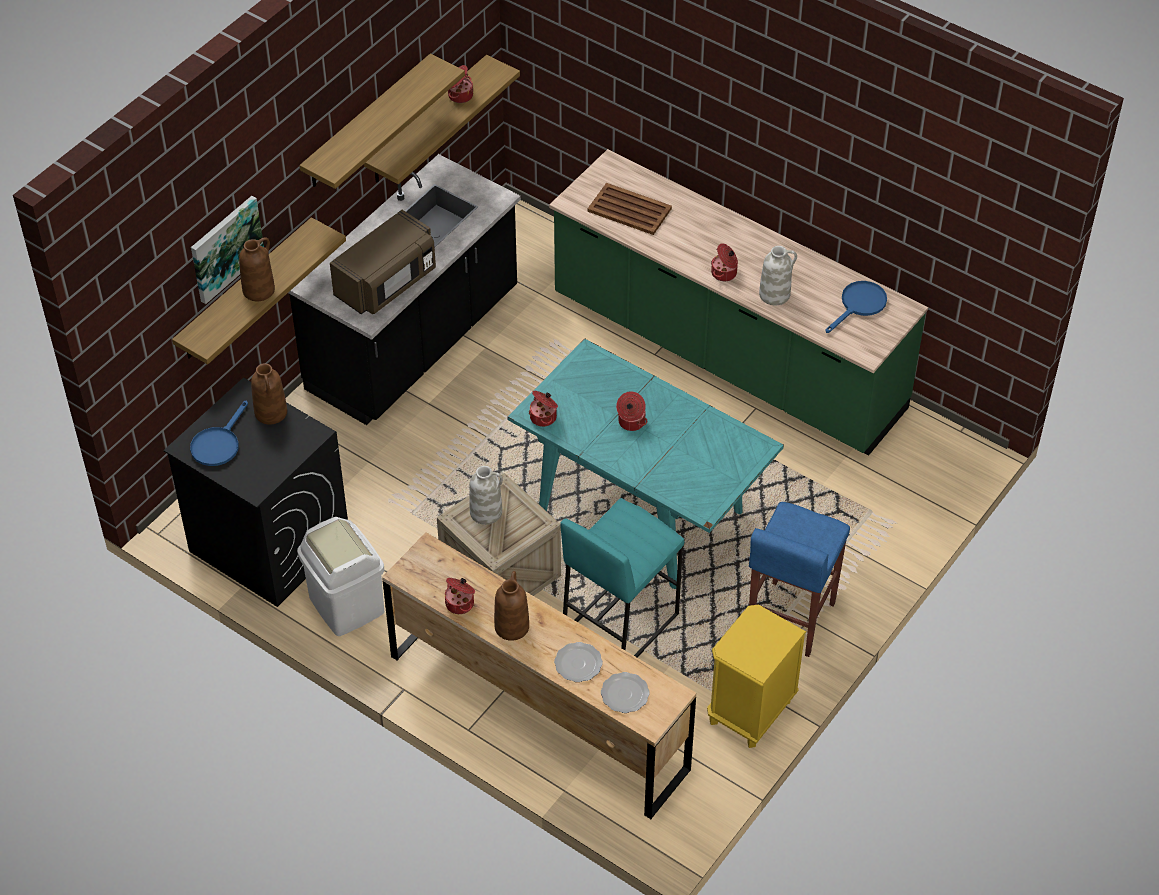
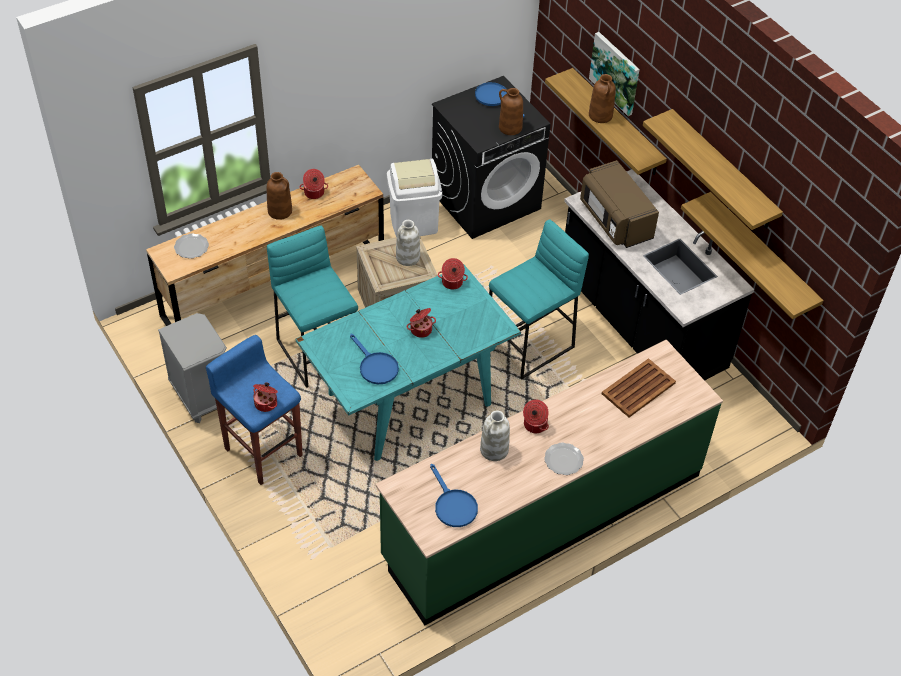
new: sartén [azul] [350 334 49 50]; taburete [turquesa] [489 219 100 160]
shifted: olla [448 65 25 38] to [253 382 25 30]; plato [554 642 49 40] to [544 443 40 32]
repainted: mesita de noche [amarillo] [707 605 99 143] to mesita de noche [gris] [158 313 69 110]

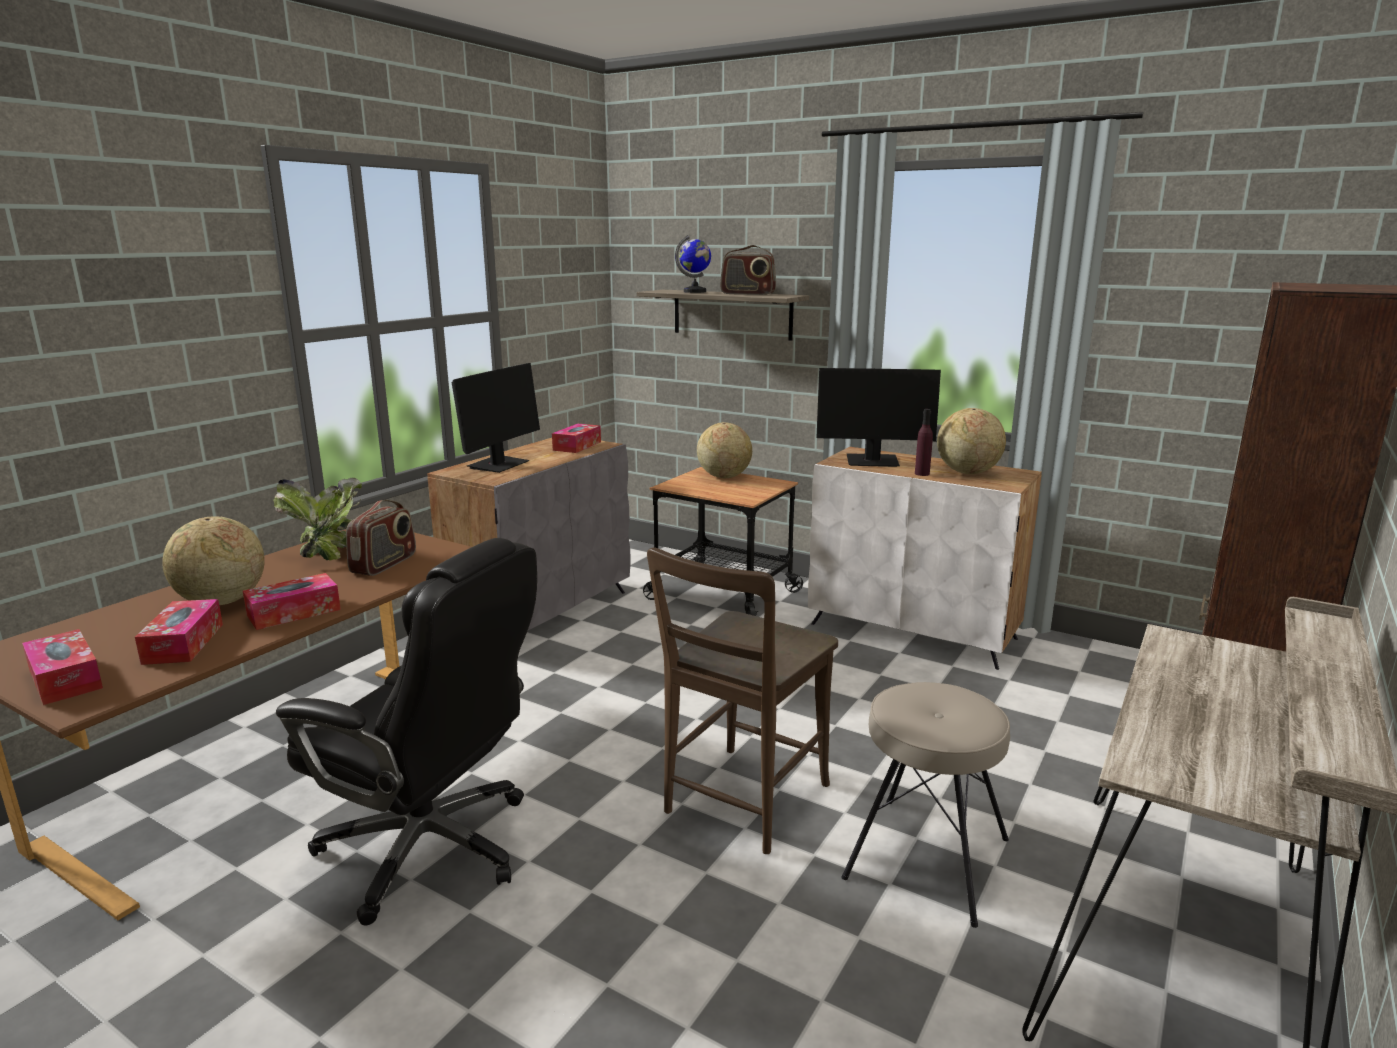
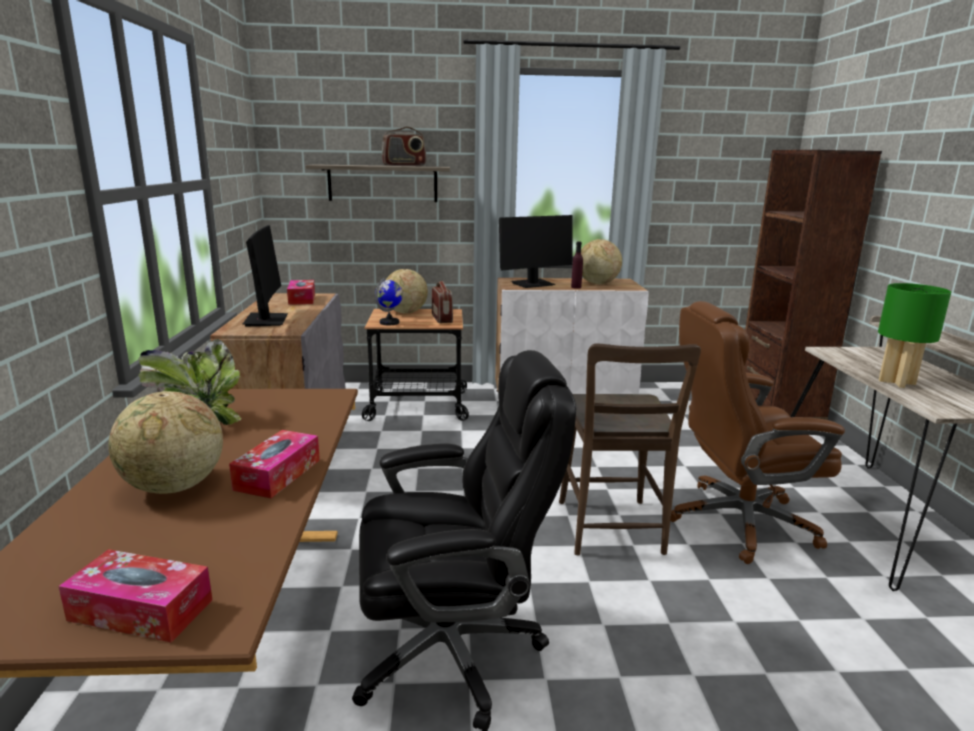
gone: caja de pañuelos [135 599 88 66]
new: lámpara de mesa [verde] [878 283 73 105]
shifted: radio [346 500 70 76] to [432 281 21 42]; globo terráqueo [675 235 36 58] to [375 278 28 47]
swapped: taburete [beis] [842 682 168 246] to silla de oficina [marrón] [670 301 175 263]

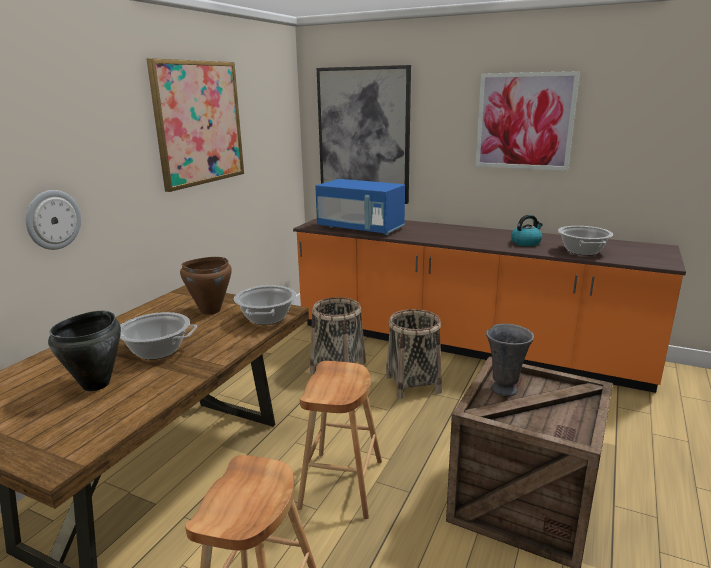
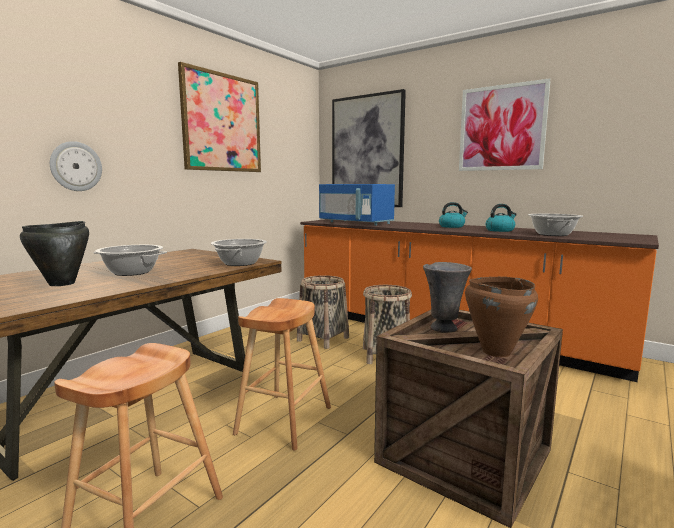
new: hervidor [439 202 29 26]
shifted: olla [marrón] [180 257 52 58] to [465 277 73 80]

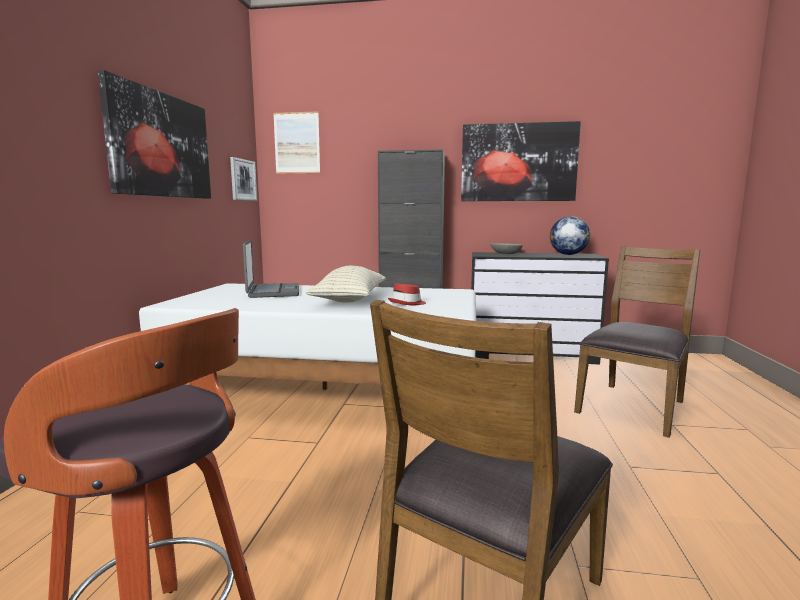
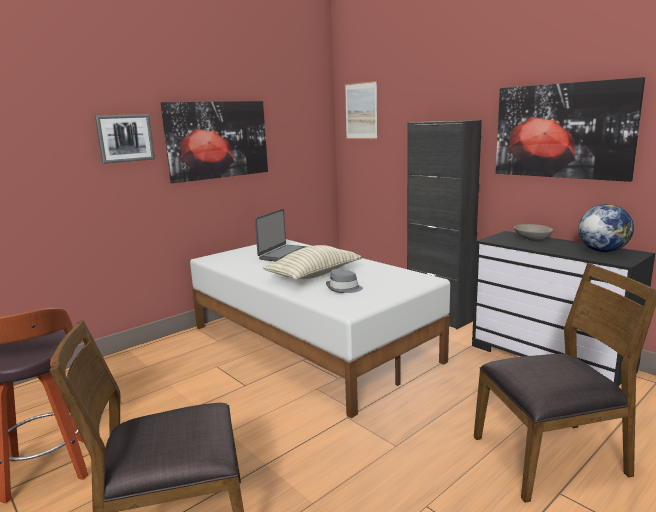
shifted: cuadro [230 157 27 44] to [95 114 60 50]
repainted: sombrero [rojo] [388 283 38 22] to sombrero [gris] [326 269 37 24]

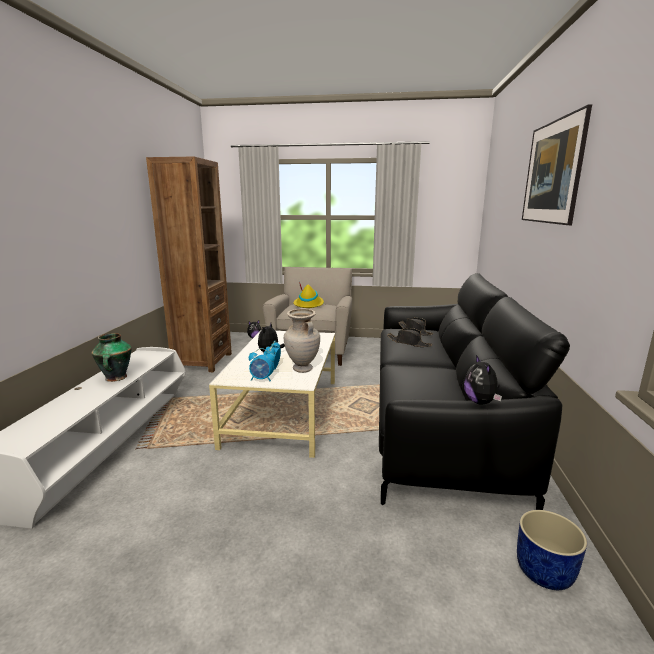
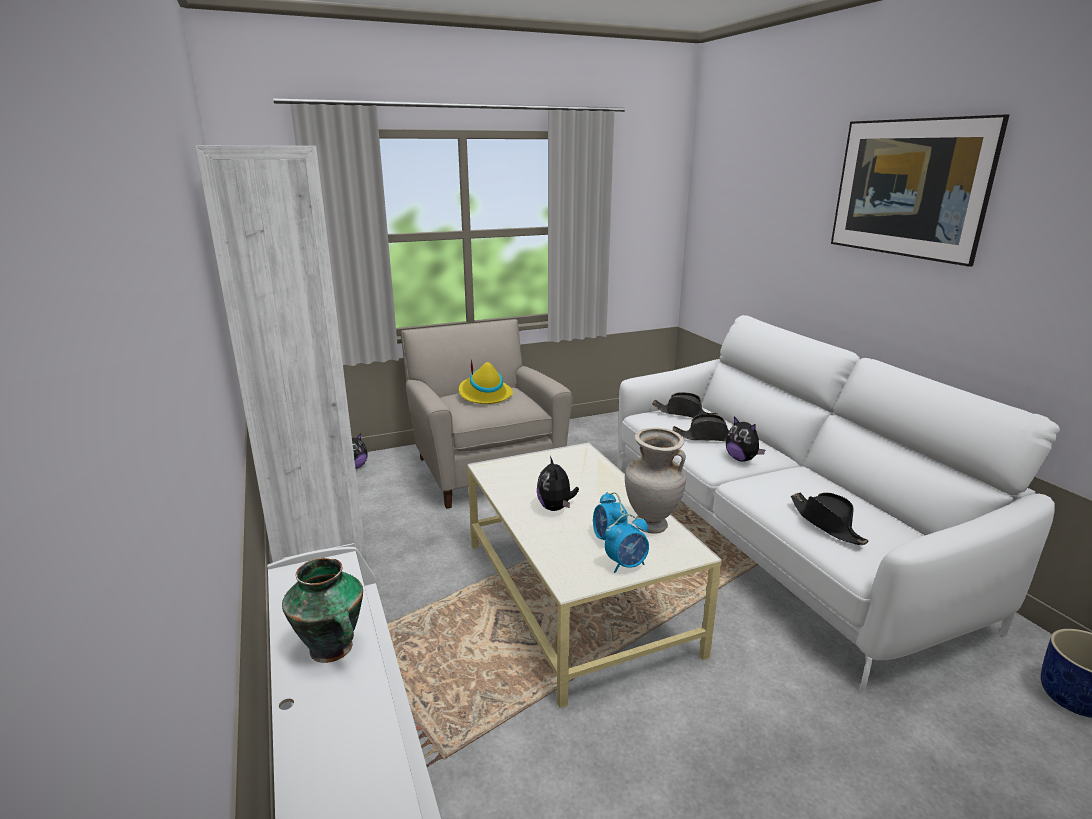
new: sombrero [negro] [791 493 78 52]
shifted: peluche [464 355 38 50] to [726 416 39 46]
repainted: estantería [marrón] [146 157 86 215] to estantería [blanco] [195 146 171 416]; sofá [negro] [379 273 191 237] to sofá [blanco] [617 315 443 378]

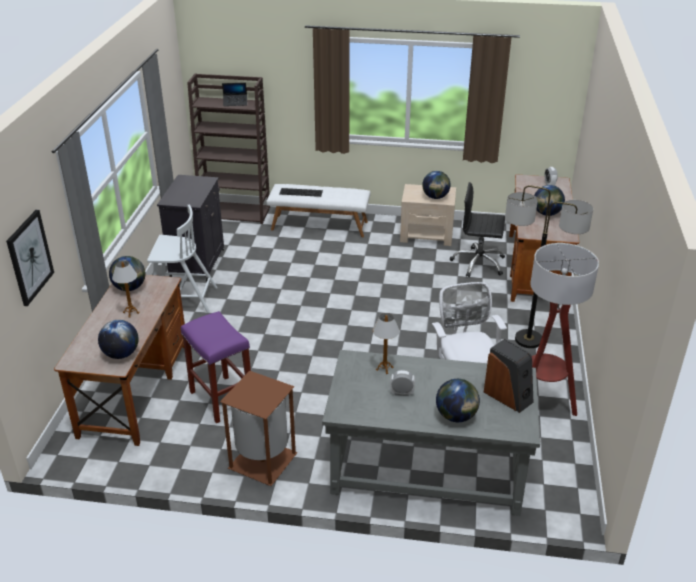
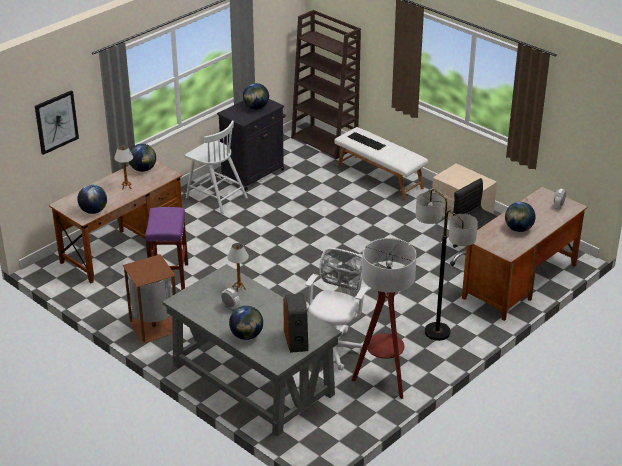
gone: portátil [222 83 25 23]
shifted: globo terráqueo [422 171 29 28] to [243 83 26 26]

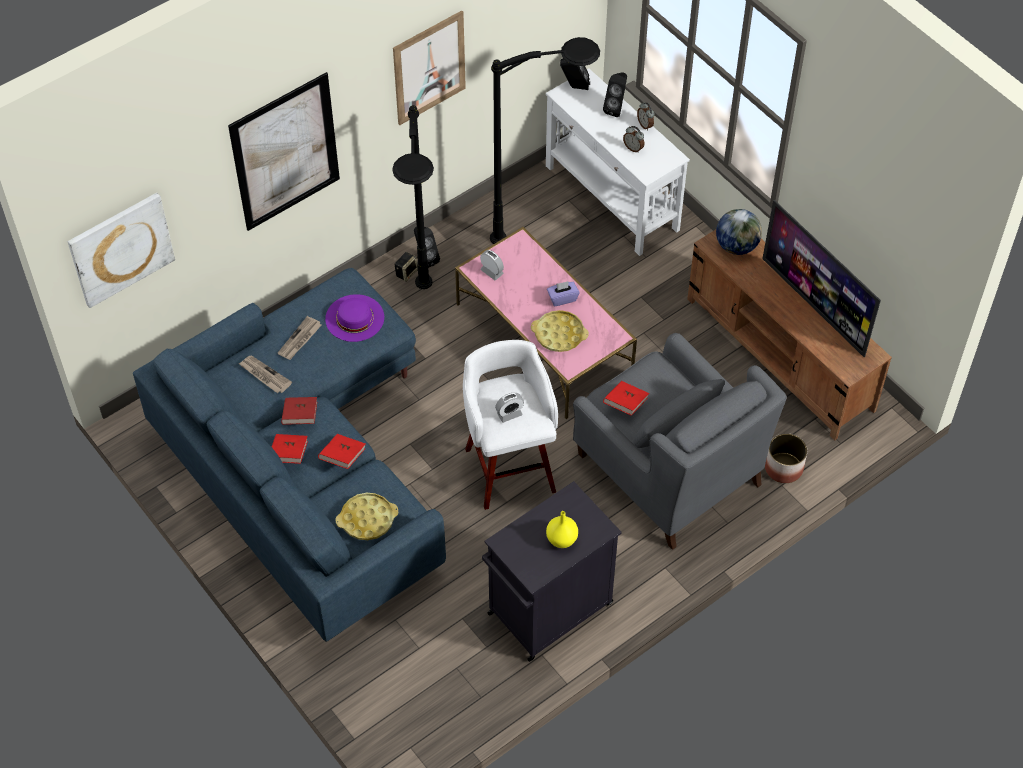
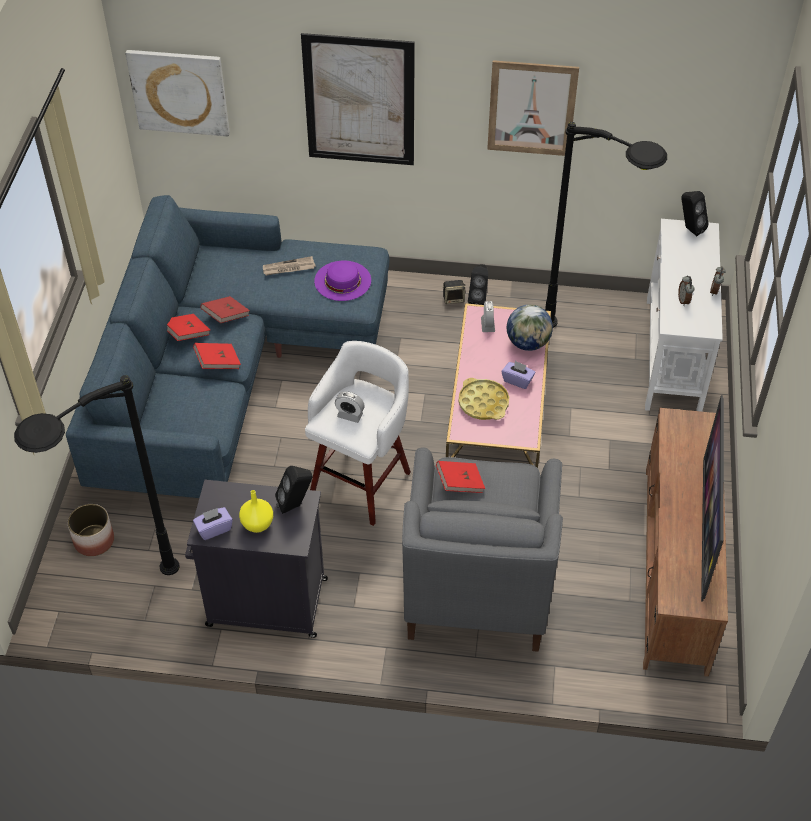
gone: periódico [238 355 54 38]; bandeja [amarillo] [335 493 63 47]
new: caja de pañuelos [morado] [193 507 40 33]
shifted: lámpara de pie [negro] [392 105 42 184] to [14 375 166 200]; altavoz [negro] [603 73 24 44] to [275 466 37 48]; globo terráqueo [716 209 46 46] to [507 304 46 47]; maceta [765 433 42 50] to [67 504 47 52]

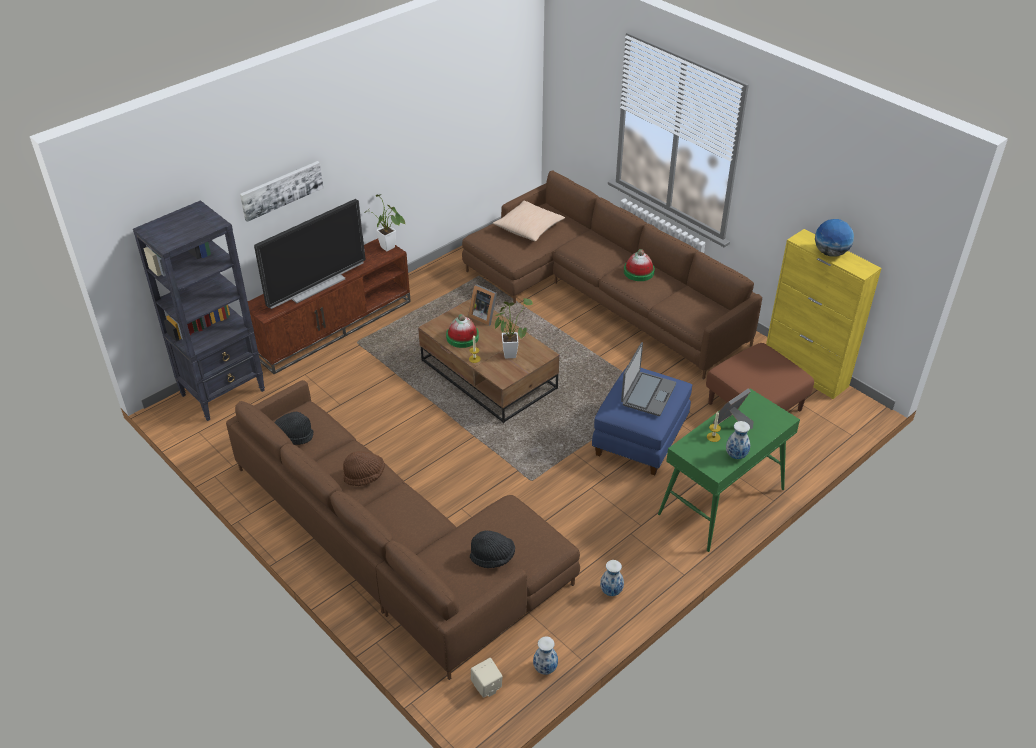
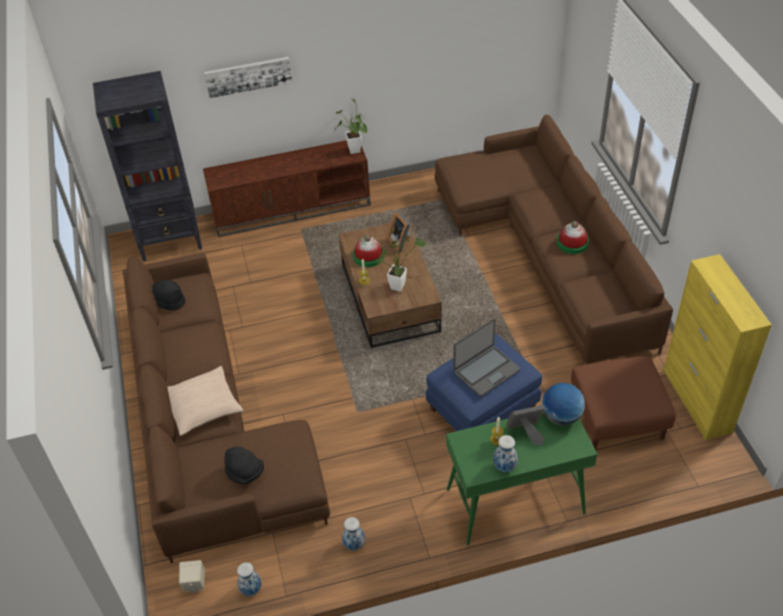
gone: televisor [254 199 111 110]; sombrero [marrón] [343 451 42 35]
shifted: cojín [beis] [493 201 72 40] to [168 366 75 70]; globo terráqueo [815 219 39 38] to [542 383 43 43]

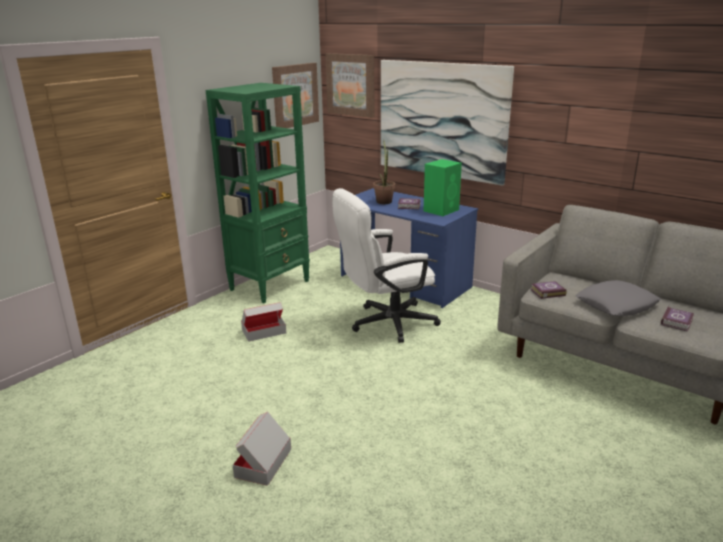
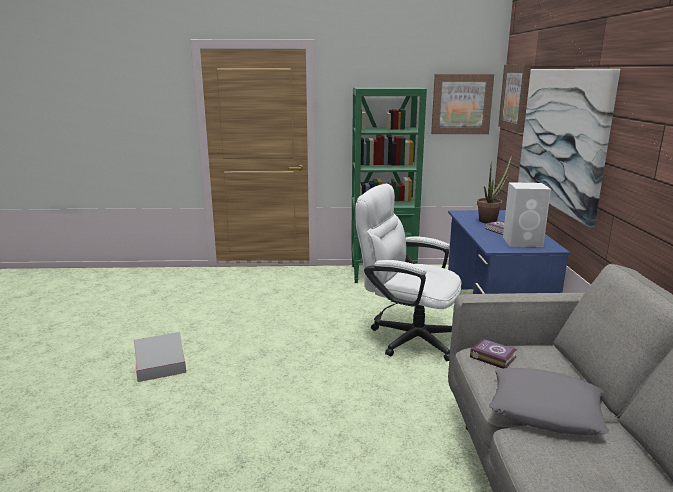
gone: caja de cartón [241 302 45 40]; libro [661 307 33 25]
repainted: altavoz [verde] [424 159 38 57] to altavoz [blanco] [503 182 48 65]

